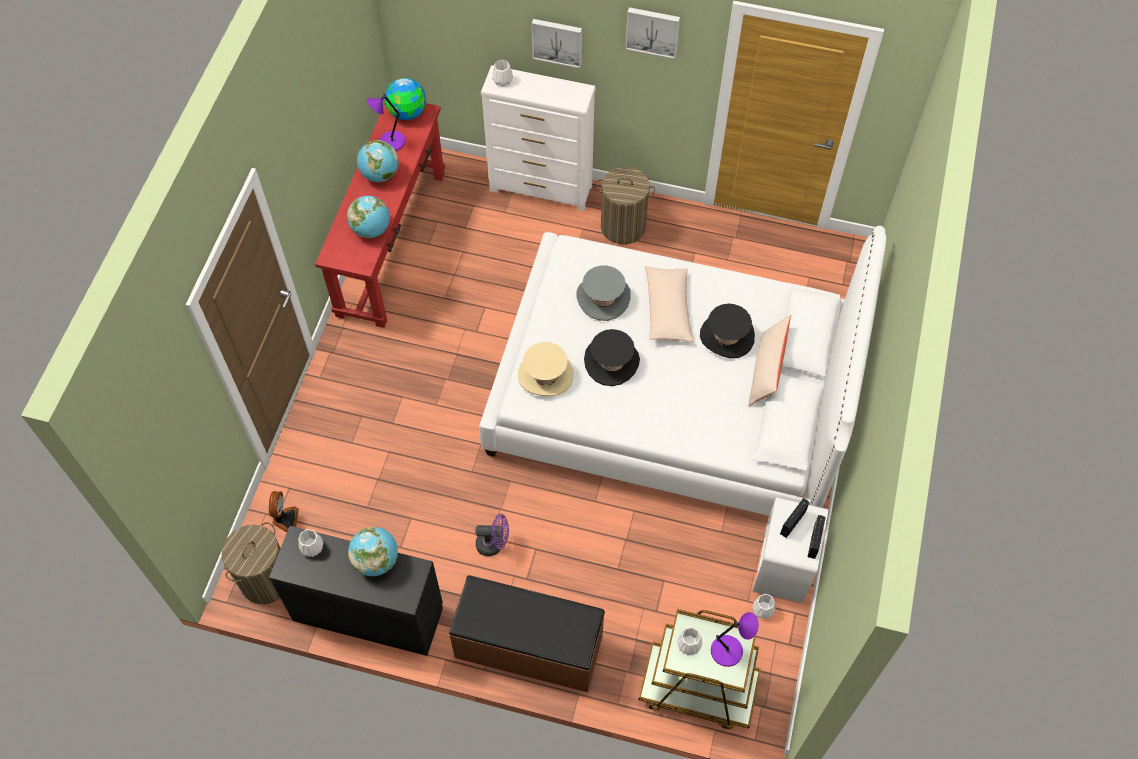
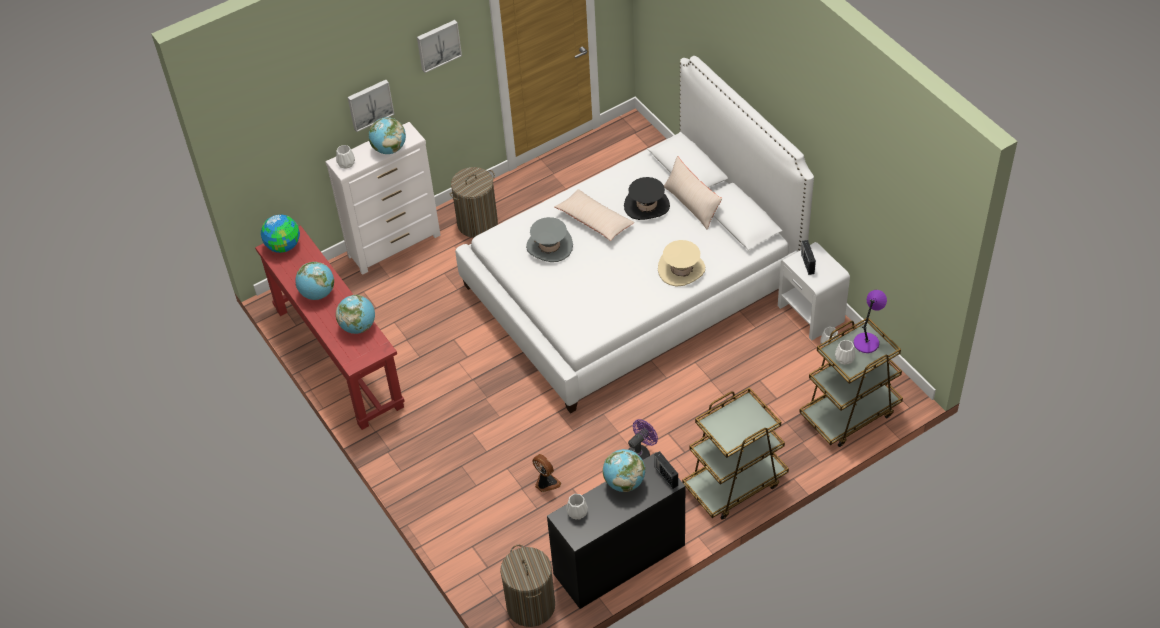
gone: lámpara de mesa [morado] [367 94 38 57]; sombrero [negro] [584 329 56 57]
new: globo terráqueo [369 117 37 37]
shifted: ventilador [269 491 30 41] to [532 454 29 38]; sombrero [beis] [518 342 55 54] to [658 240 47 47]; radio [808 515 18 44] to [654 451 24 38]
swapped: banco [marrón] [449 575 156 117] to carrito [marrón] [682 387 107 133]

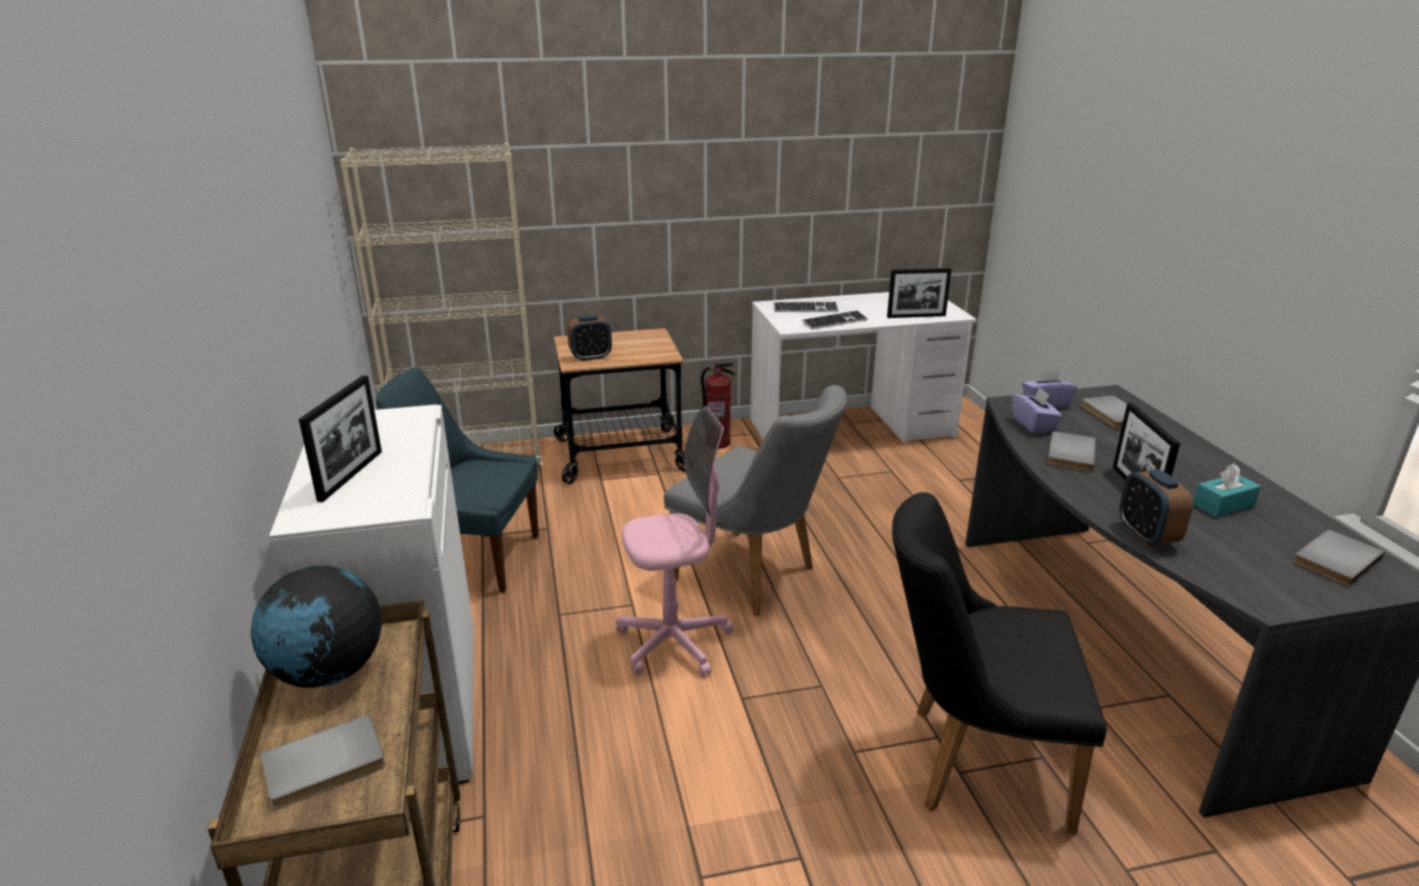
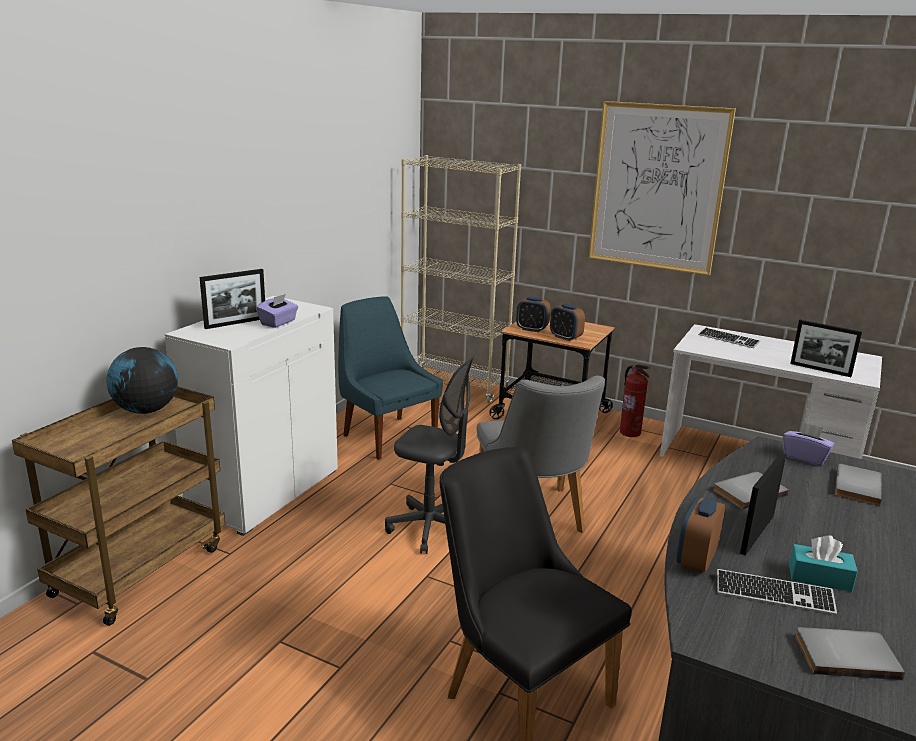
gone: libro [gris] [260 714 126 95]
new: despertador [550 304 35 37]; cuadro [589 101 147 175]
shifted: teclado [802 310 66 20] to [717 569 120 46]; caja de pañuelos [morado] [1012 387 50 47] to [256 294 42 34]
repainted: silla de oficina [rosa] [616 406 117 271] to silla de oficina [gris] [385 355 90 199]

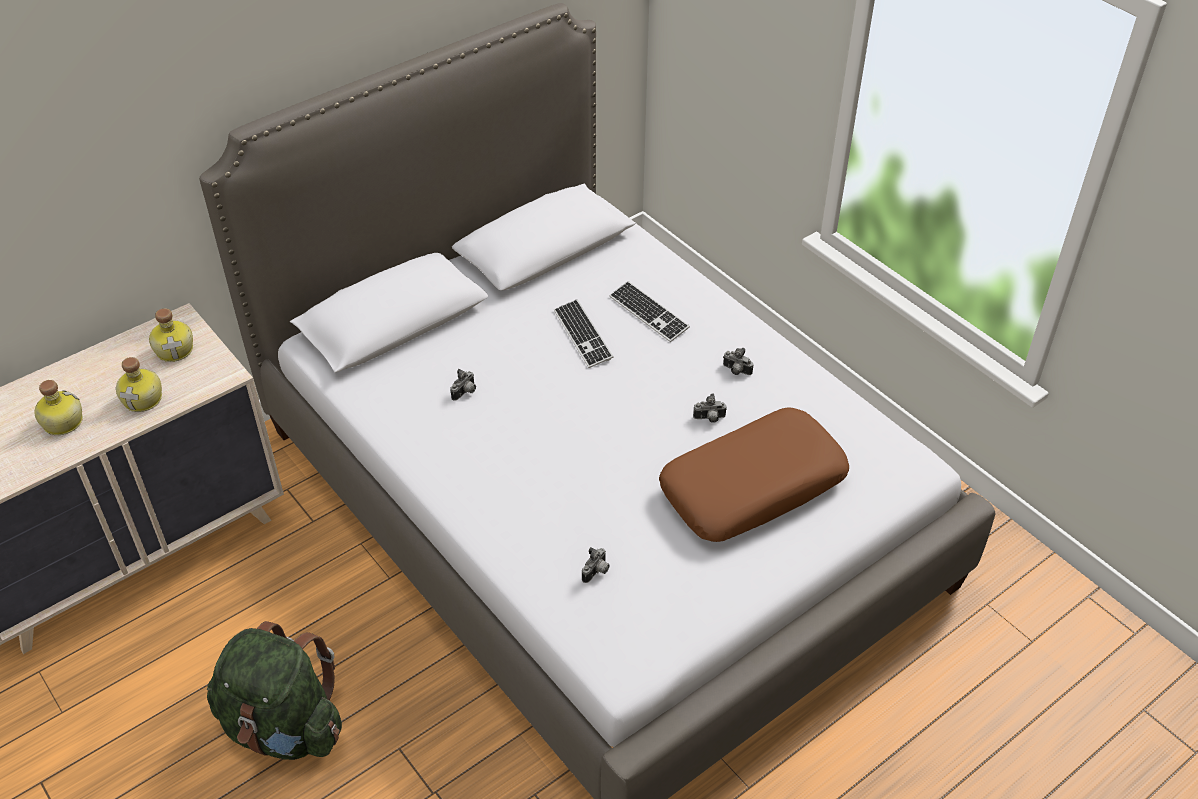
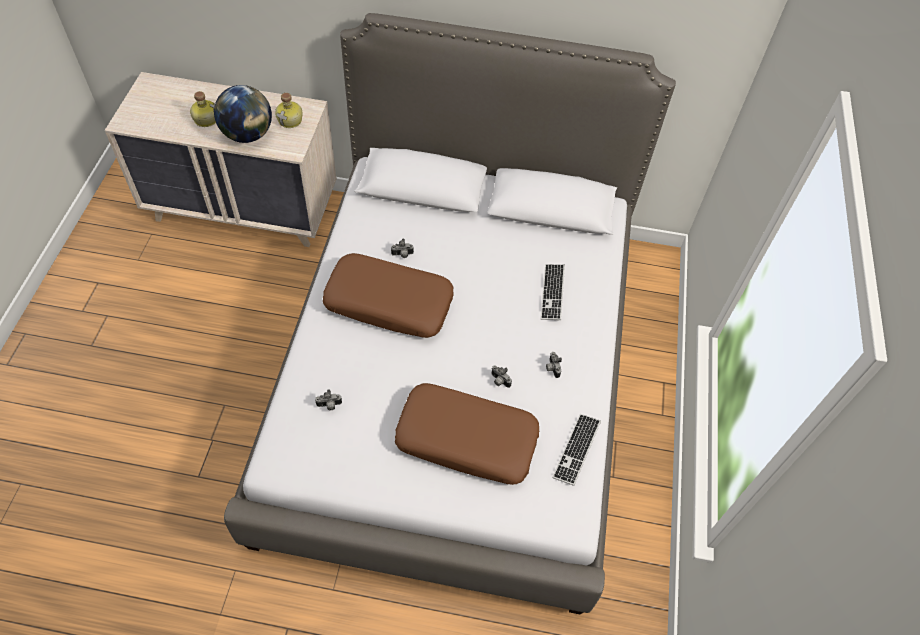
gone: mochila [verde] [207 621 135 139]
new: cojín [marrón] [323 253 131 85]
shifted: teclado [554 299 60 69] to [552 414 49 72]
swapped: botella [116 357 46 55] to globo terráqueo [214 85 58 58]

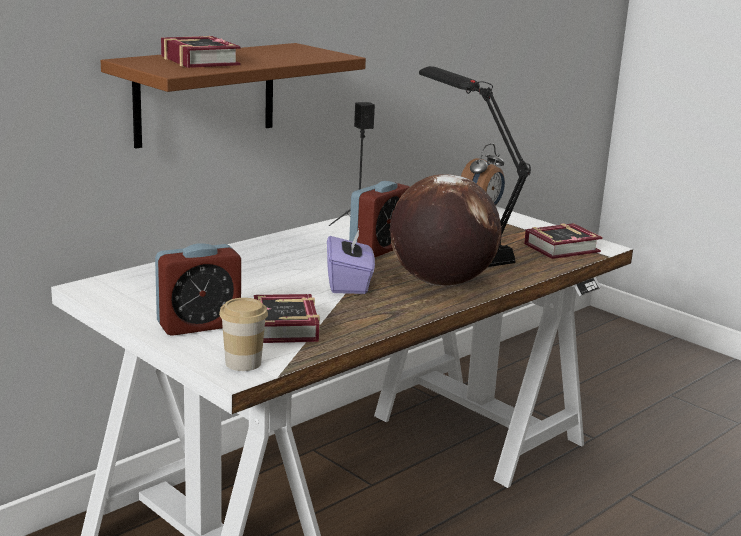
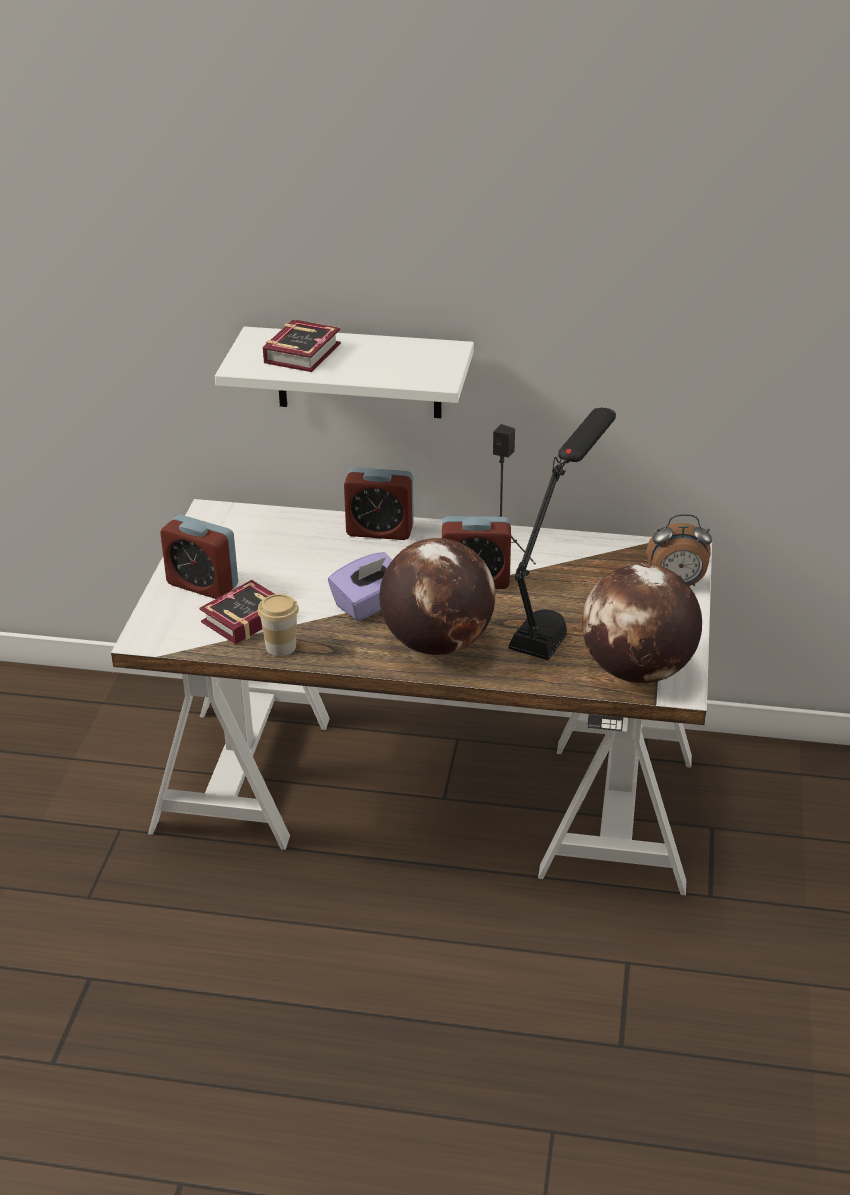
new: despertador [344 467 70 73]
shifted: taza [219 298 49 73] to [258 594 41 62]
swapped: libro [524 223 79 36] to globo terráqueo [582 563 120 120]
repainted: estante [marrón] [101 43 265 106] to estante [blanco] [215 326 259 92]

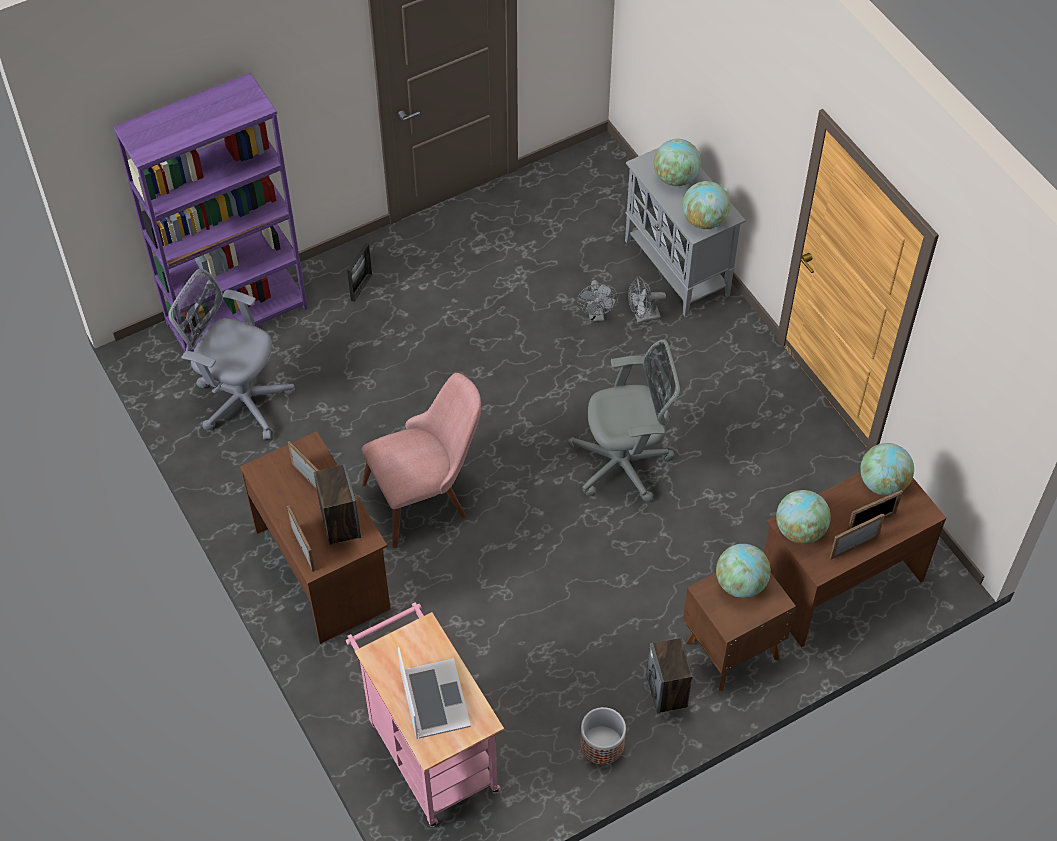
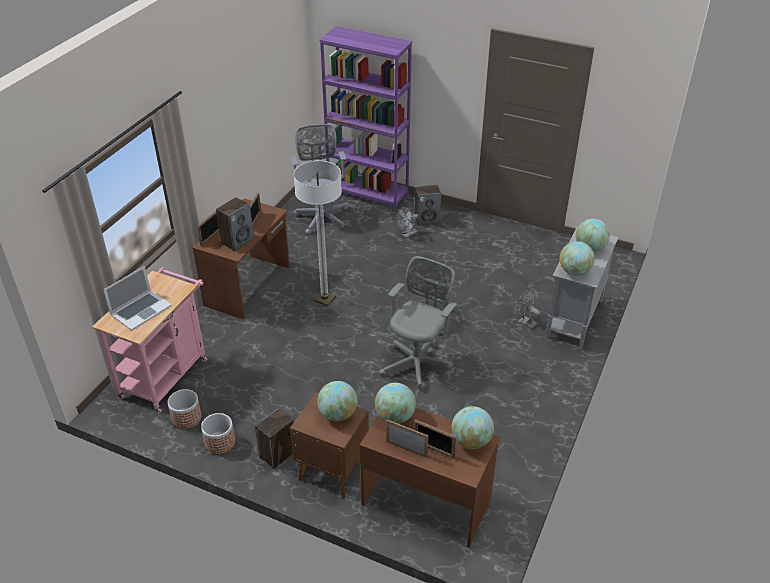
new: maceta [167 389 34 40]
shifted: ventilador [gris] [577 280 42 42] to [396 207 22 31]
swapped: portarretratos [347 243 25 59] to altavoz [415 185 26 41]; silla [rosa] [361 373 120 175] to lámpara de pie [293 161 49 145]
rotated: silla de oficina [gris] [568 339 112 163] = [379 256 78 133] 105 degrees counterclockwise

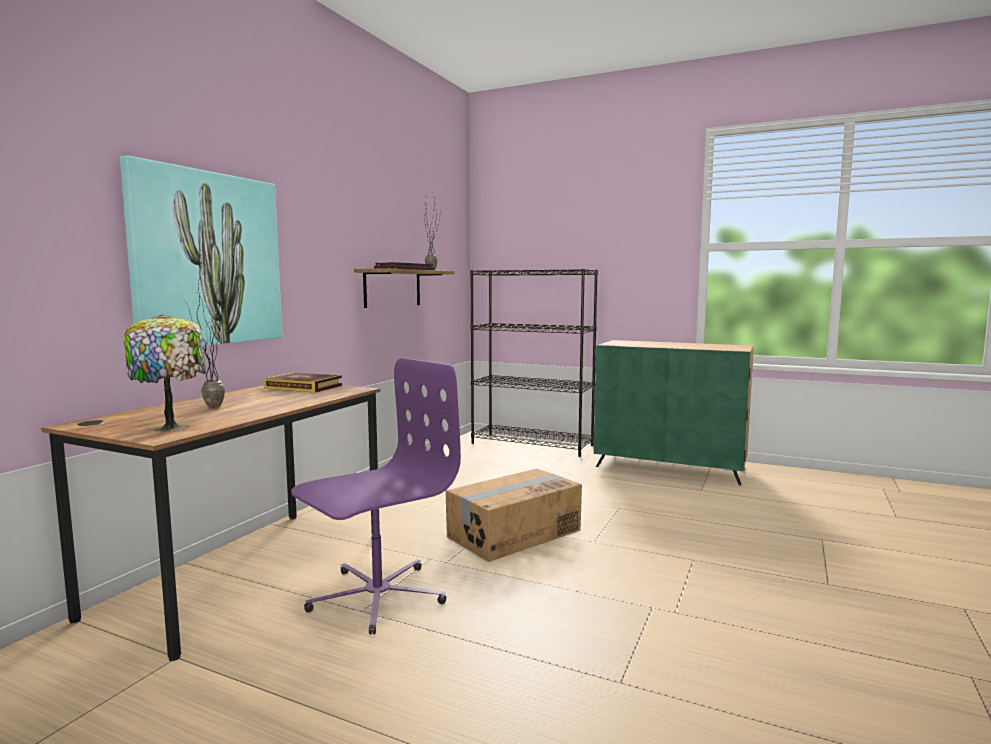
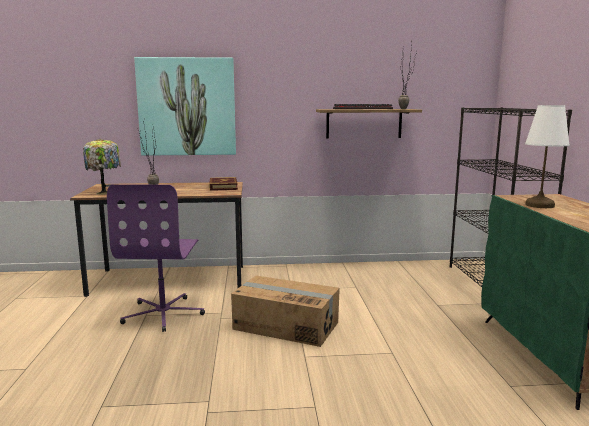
new: lámpara de mesa [blanco] [525 105 45 103]
rotated: silla de oficina [morado] [291 358 170 277] = [107 184 98 148] 75 degrees clockwise

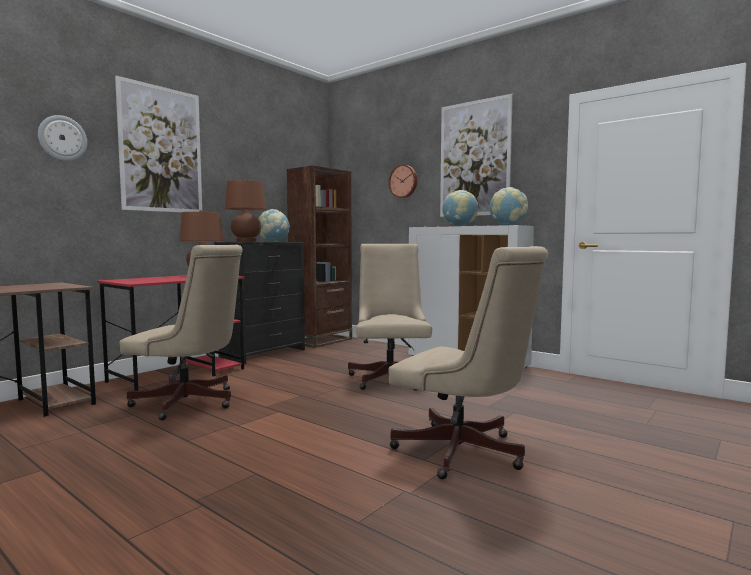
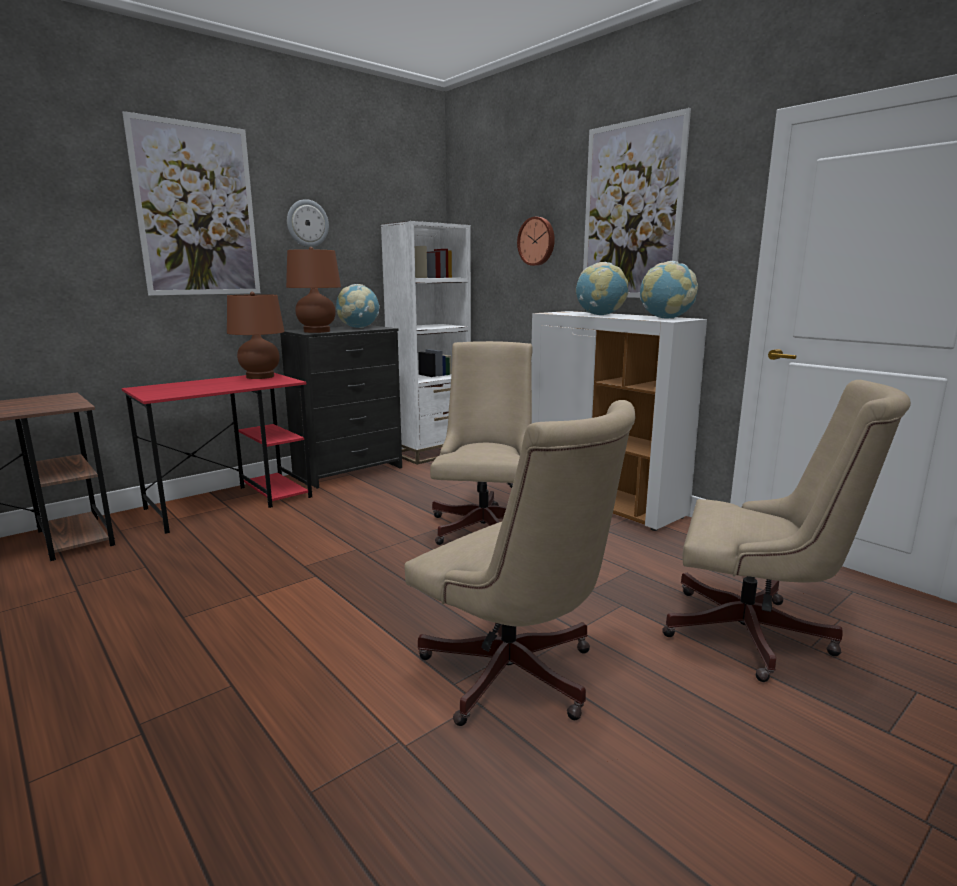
shifted: reloj de pared [38 115 49 46] to [287 199 42 48]; silla de oficina [beis] [120 245 123 175] to [662 380 249 302]
repainted: estantería [marrón] [287 166 65 182] to estantería [blanco] [381 221 90 244]

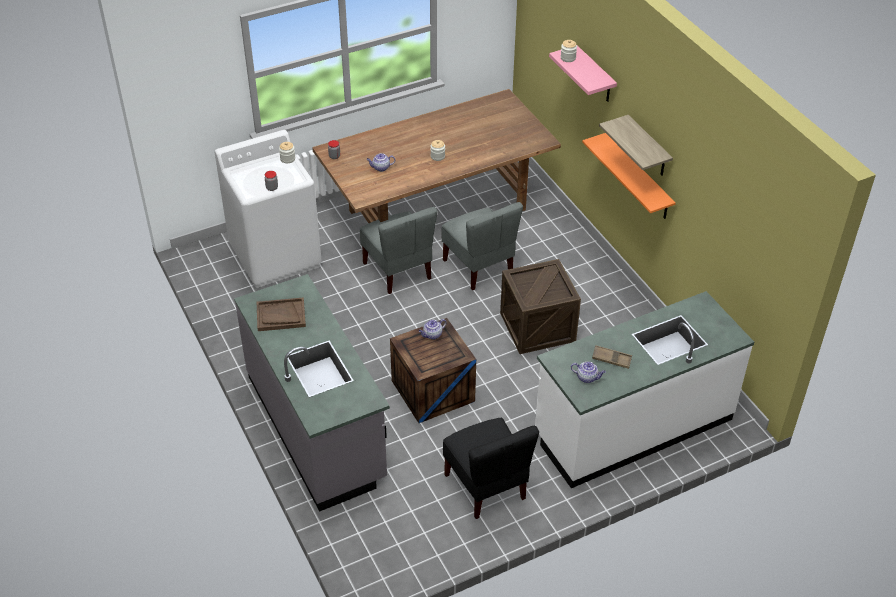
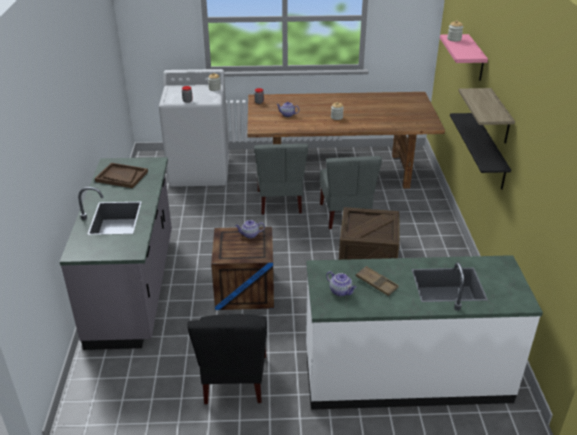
repainted: estante [naranja] [582 133 94 86] to estante [negro] [450 113 61 77]

